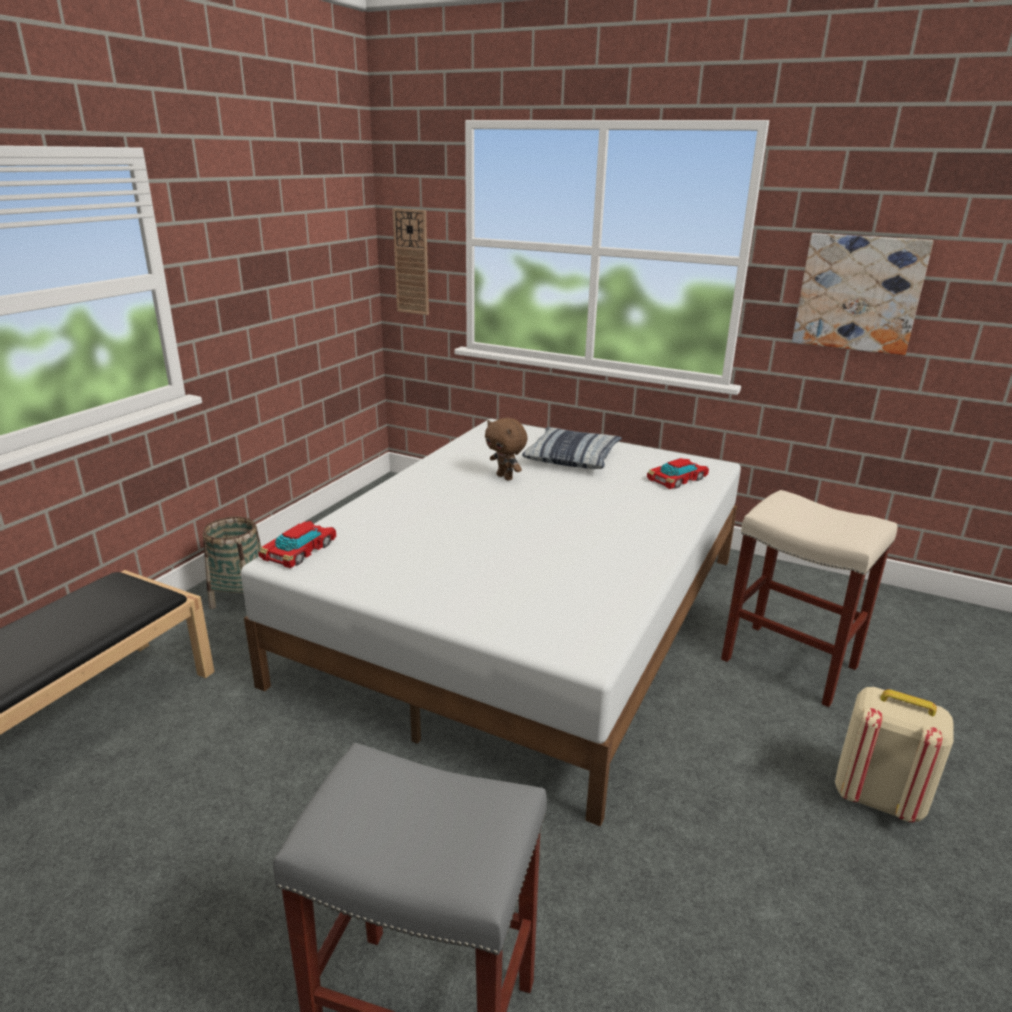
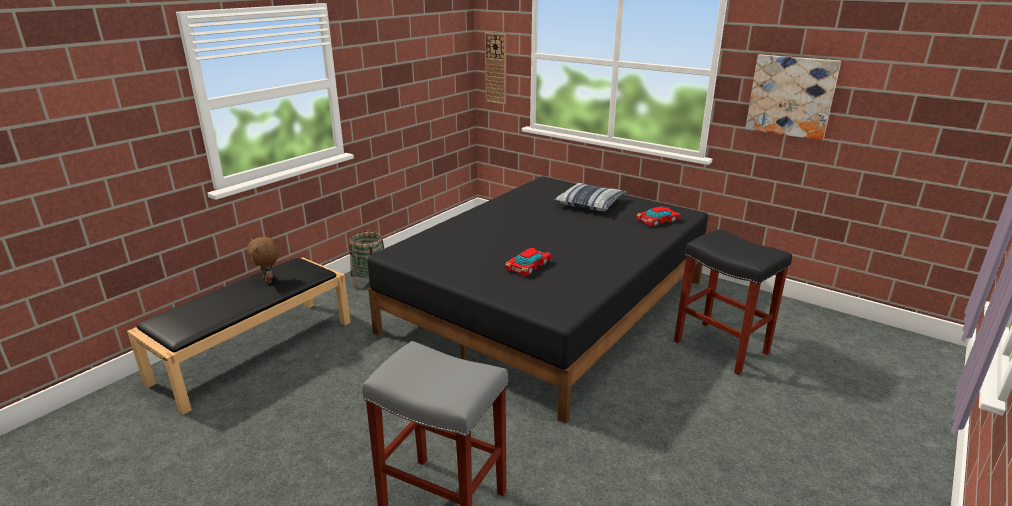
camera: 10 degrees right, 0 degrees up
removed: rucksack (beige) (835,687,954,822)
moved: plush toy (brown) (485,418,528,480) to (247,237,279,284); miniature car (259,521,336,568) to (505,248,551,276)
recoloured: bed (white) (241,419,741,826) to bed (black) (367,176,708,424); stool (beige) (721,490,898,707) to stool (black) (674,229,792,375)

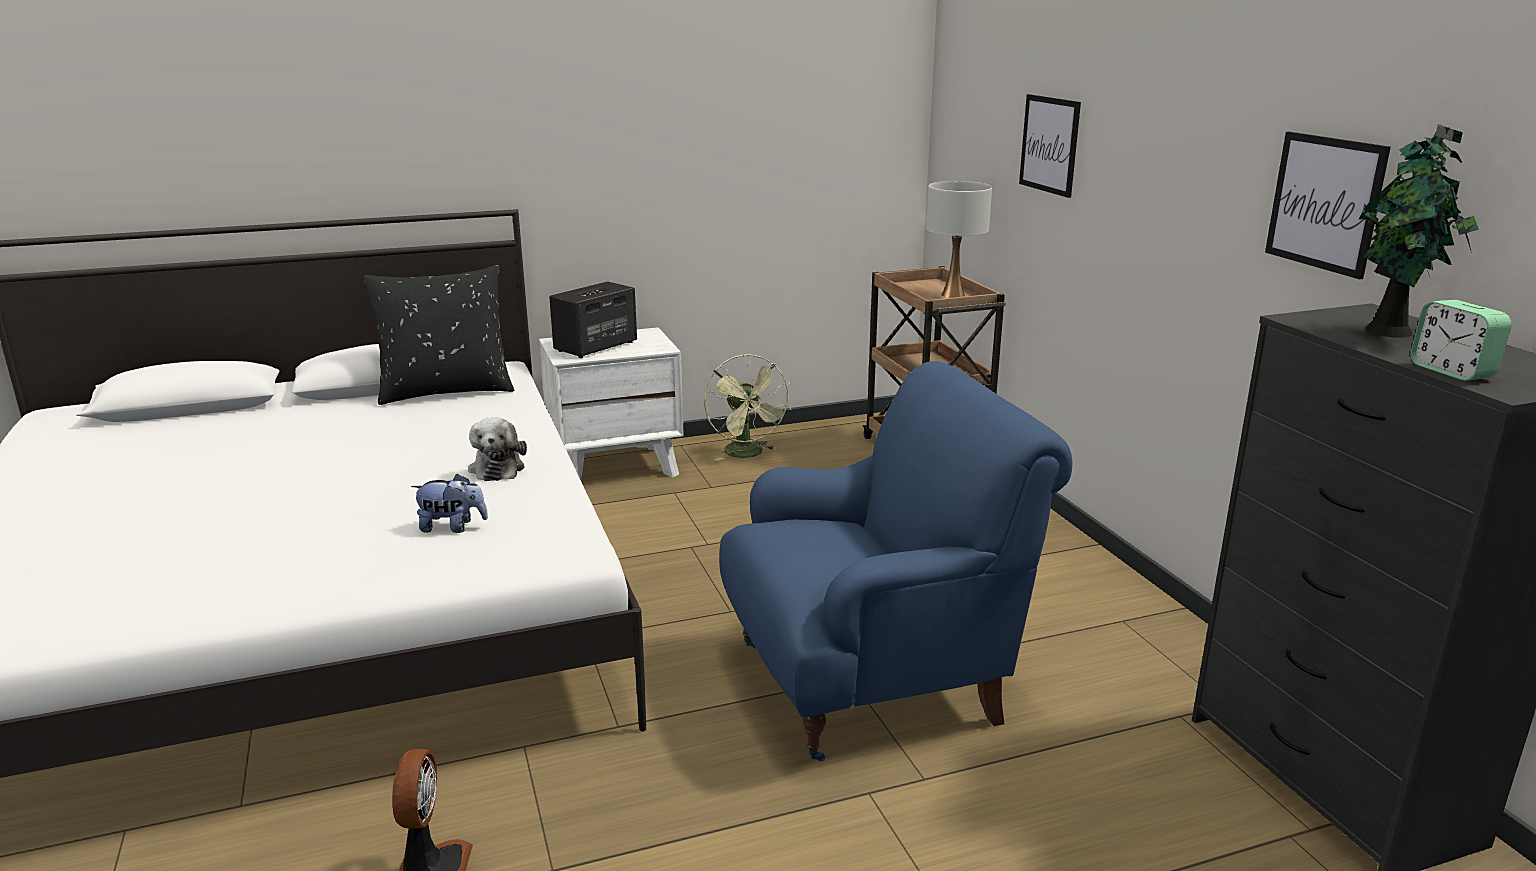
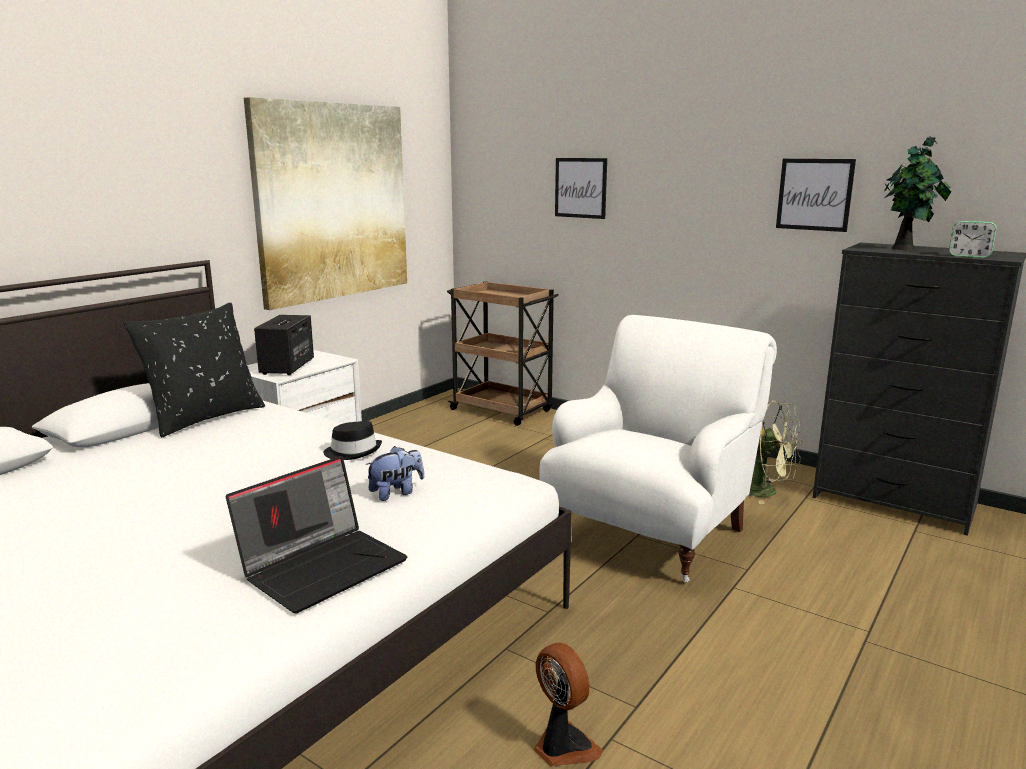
camera: 35 degrees left, 5 degrees down
removed: tabletop lamp (white) (926,181,992,298)
added: picture (244,97,407,310); portable computer (226,456,408,613)
moved: cooling fan (green-coloured) (704,354,791,461) to (749,401,802,504)
replaced: plush toy (468,417,527,481) to wearable hat (black) (323,421,382,460)
recoloured: easy chair (blue) (719,361,1072,761) to easy chair (white) (539,315,777,582)

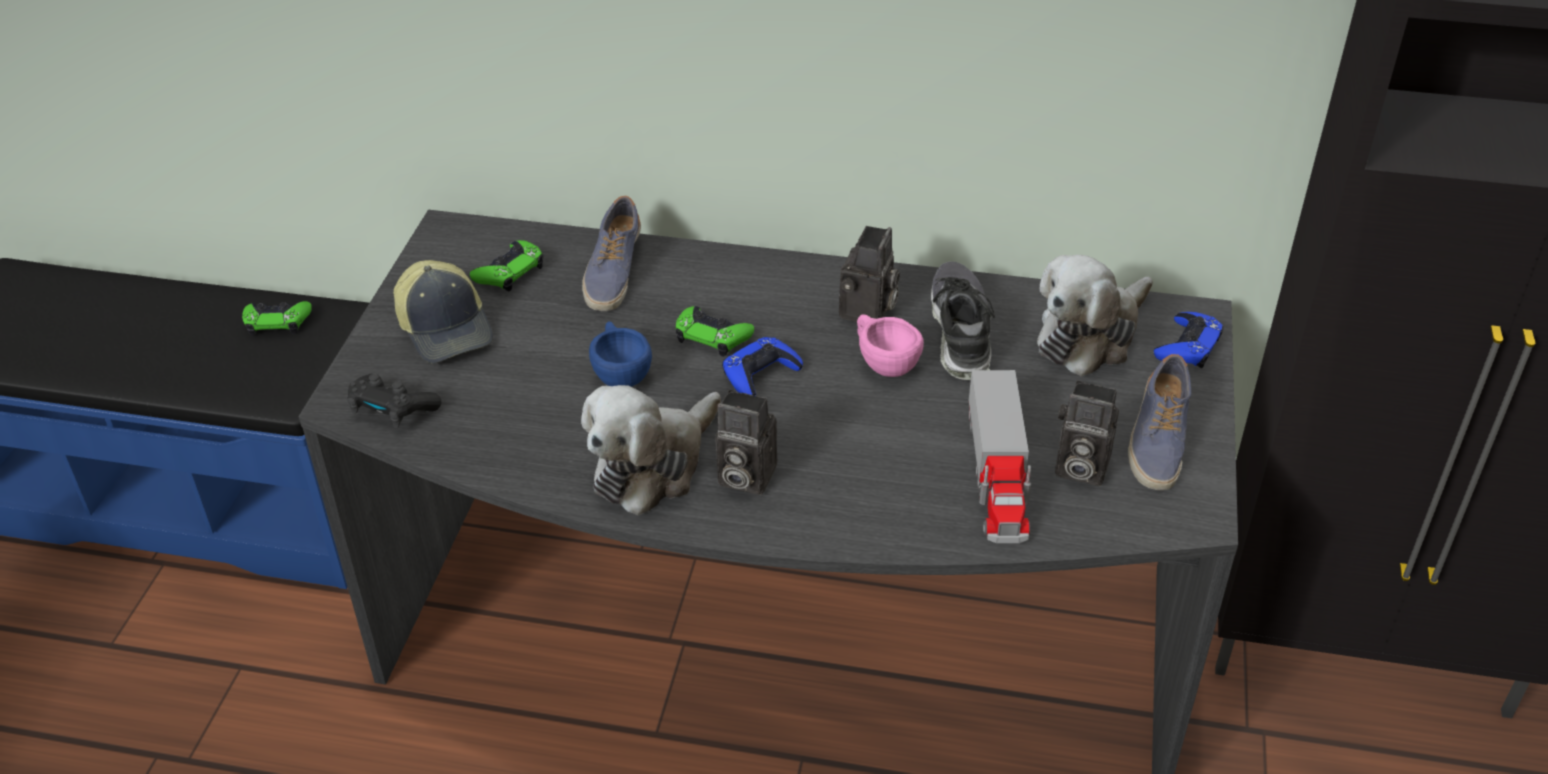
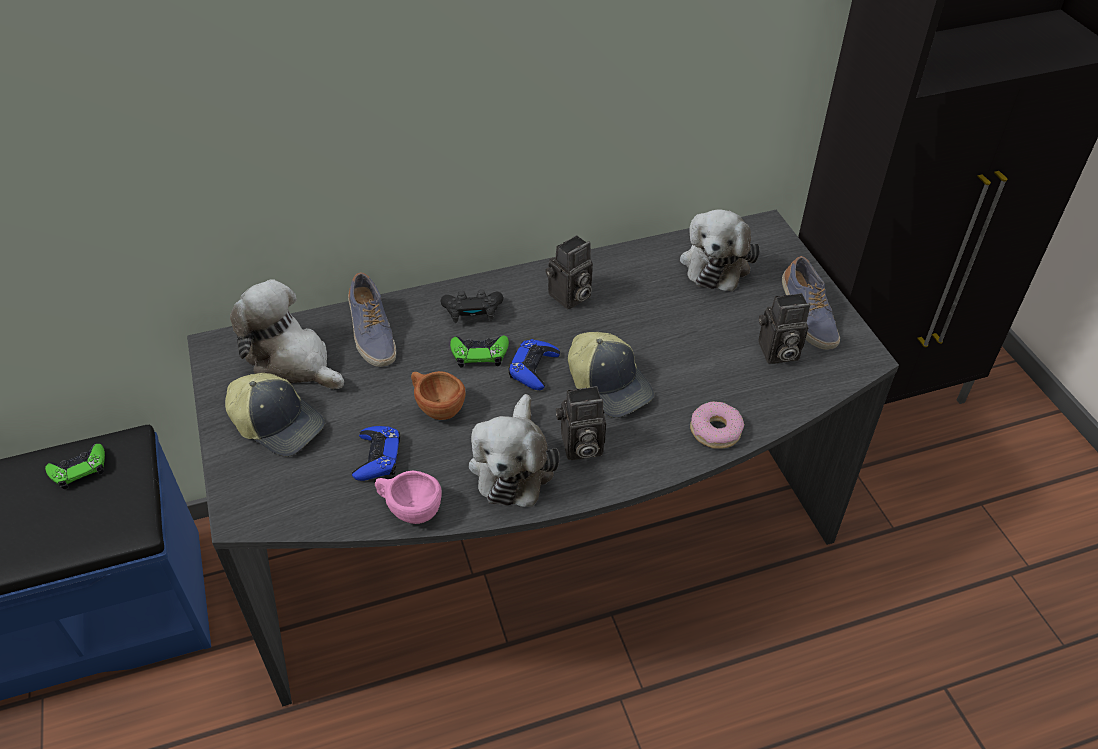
camera: 30 degrees left, 5 degrees up
removed: item of footwear (931,261,995,380); toy lorry (969,370,1031,543)
added: baseball cap (568,332,654,418); donut (690,401,744,449)
moved: joypad (blue) (1154,312,1224,368) to (352,426,400,481); cup (pink-coloured) (857,314,924,377) to (375,470,442,524); joypad (black) (347,373,441,428) to (441,289,503,323)
replaced: joypad (green-coloured) (470,240,543,291) to plush toy (230,279,344,389)
recoloured: cup (blue) (589,321,652,387) to cup (brown) (411,371,466,420)
turned: photo camera (839,226,900,322) = (545,235,593,309) 60 degrees clockwise

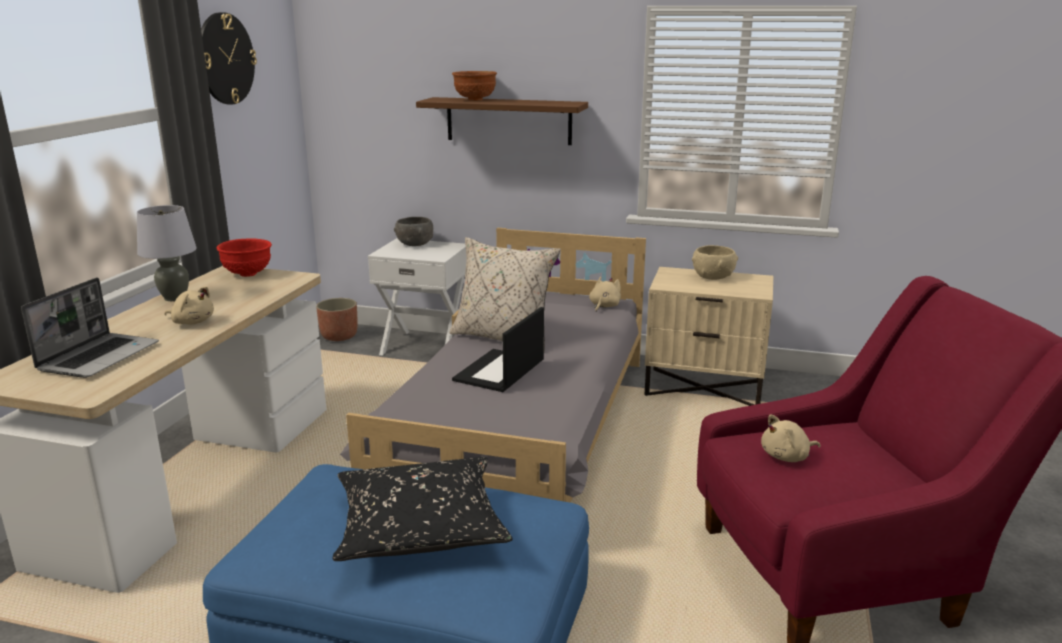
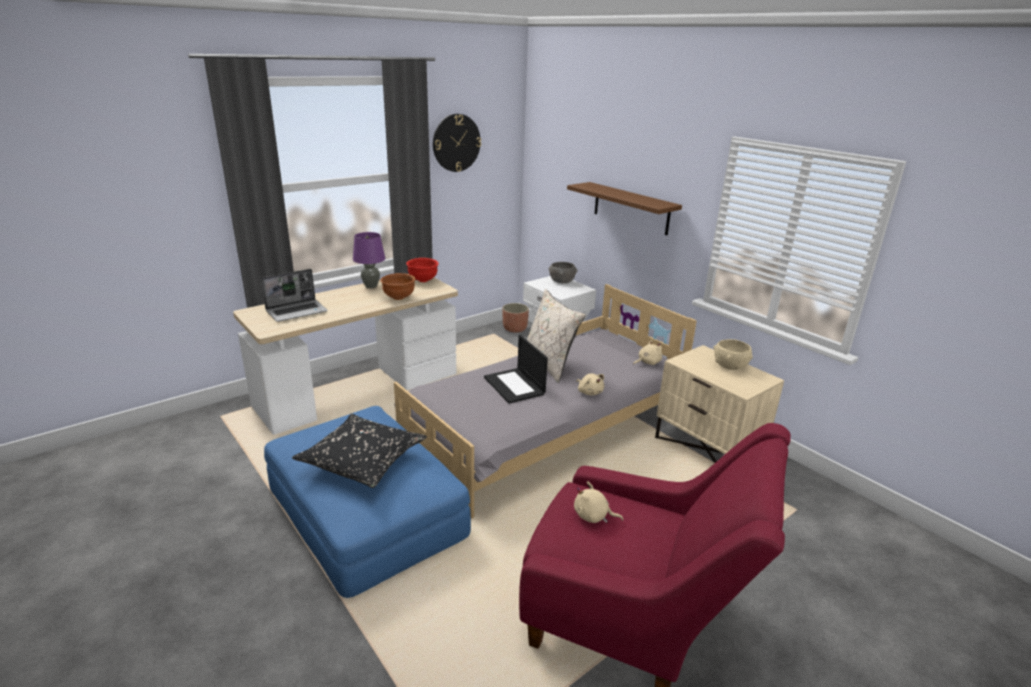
camera: 35 degrees right, 5 degrees up
moved: serving bowl (brown) (452,71,497,101) to (380,273,415,300); plush toy (beige) (165,286,214,324) to (576,373,605,395)
recoloured: tabletop lamp (greyish) (137,205,197,301) to tabletop lamp (purple) (353,232,385,288)
turned: portable computer (452,307,544,392) = (484,335,548,404) 90 degrees counterclockwise

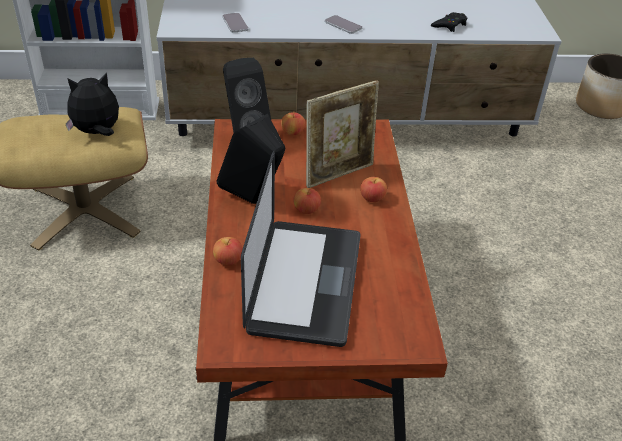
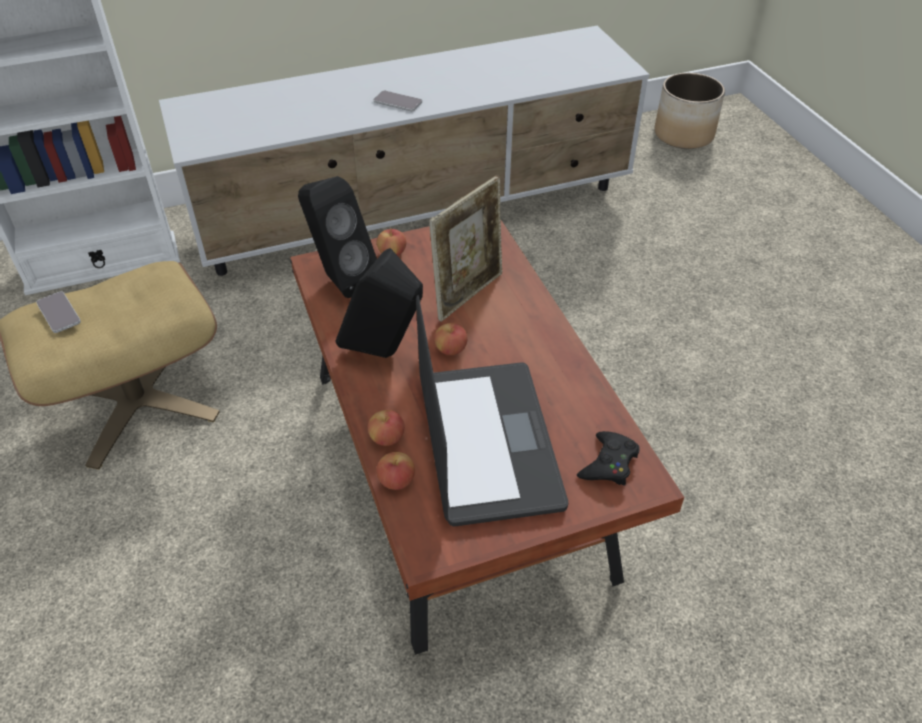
camera: 15 degrees left, 5 degrees up
removed: plush toy (65,72,119,136)
moved: joypad (black) (431,12,467,32) to (577,431,640,486); phone (223,13,249,33) to (36,292,81,333); apple (360,177,387,202) to (376,452,415,490)

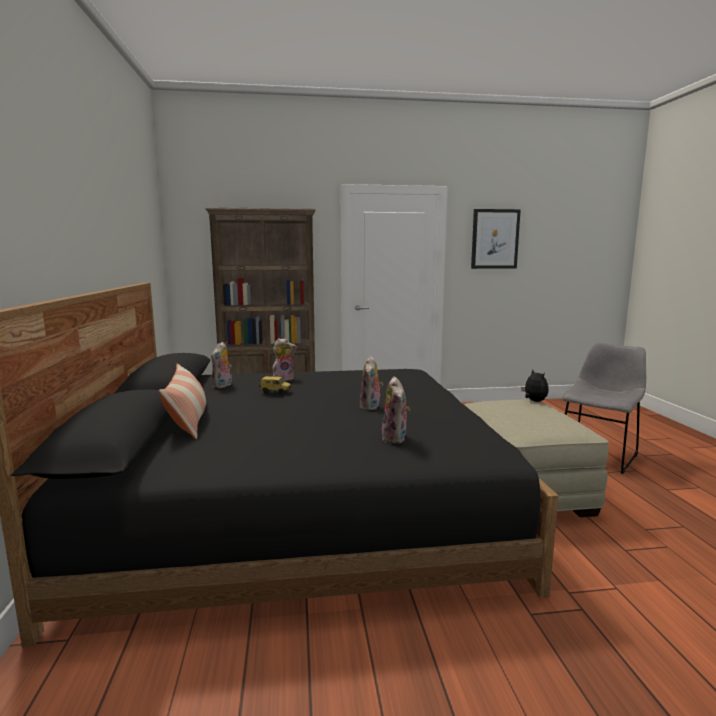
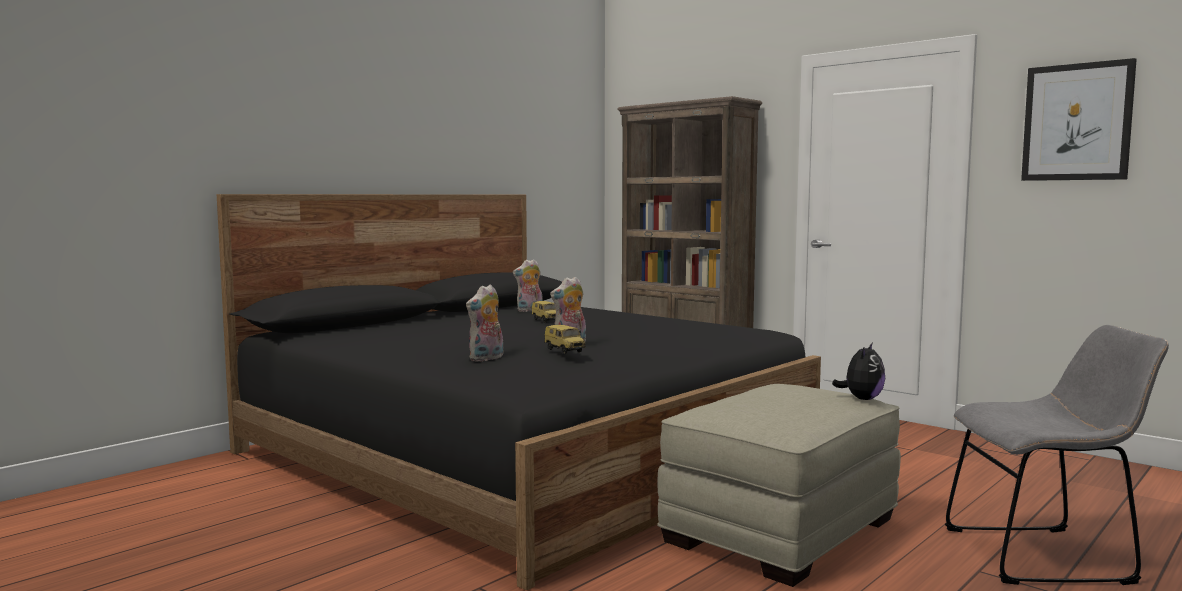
camera: 50 degrees right, 5 degrees down
removed: plush toy (273,338,297,381); throw pillow (159,363,207,439)
added: miniature car (544,325,586,354)

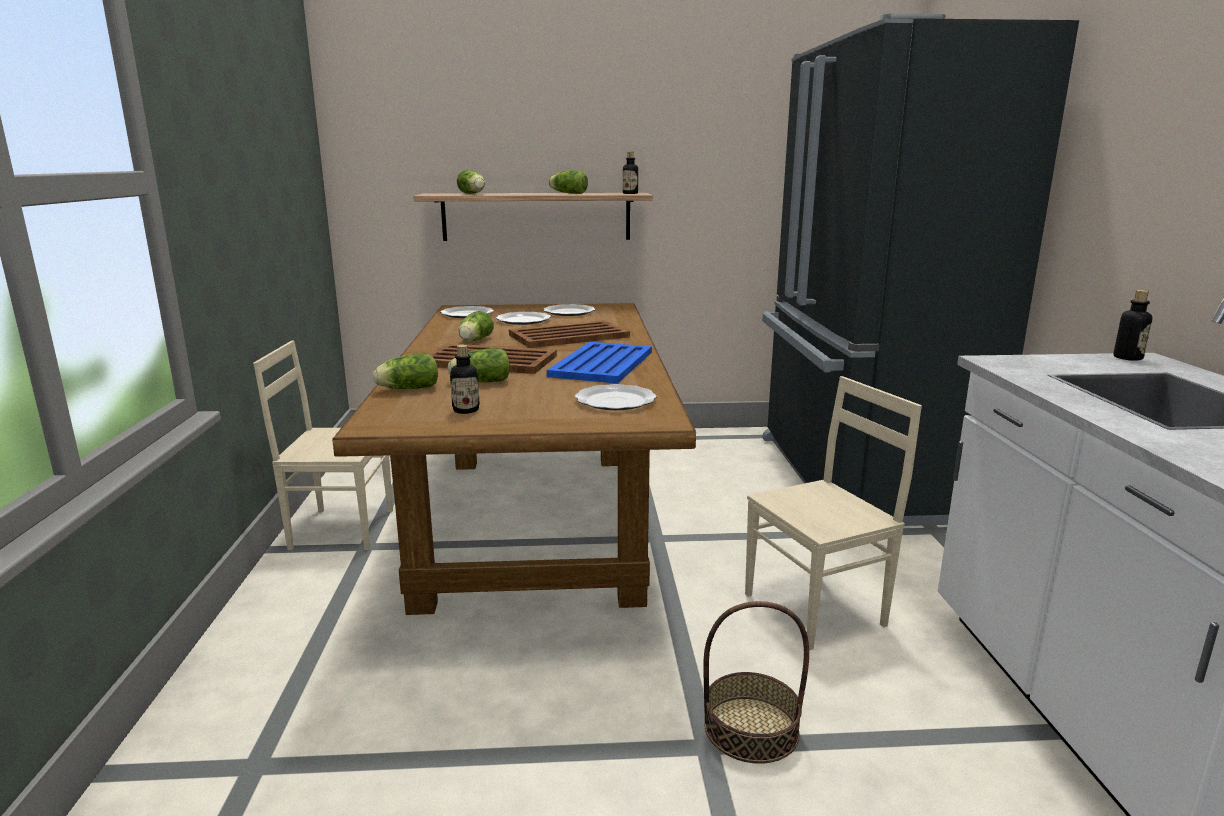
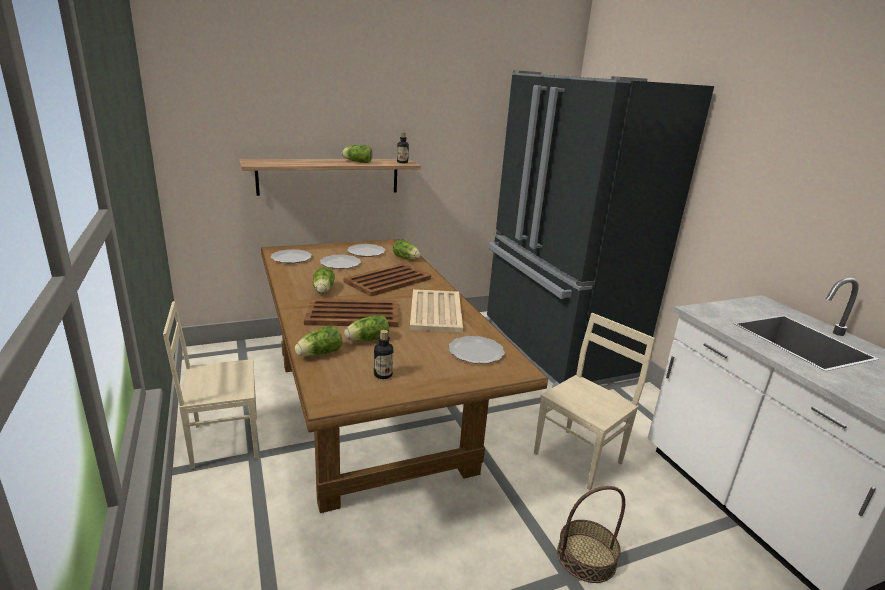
camera: 20 degrees left, 5 degrees up
removed: drink bottle (1113,290,1152,361)
moved: head of lettuce (457,170,485,194) to (393,240,420,260)
recoloured: tray (blue) (547,342,652,383) to tray (beige) (410,289,463,333)

